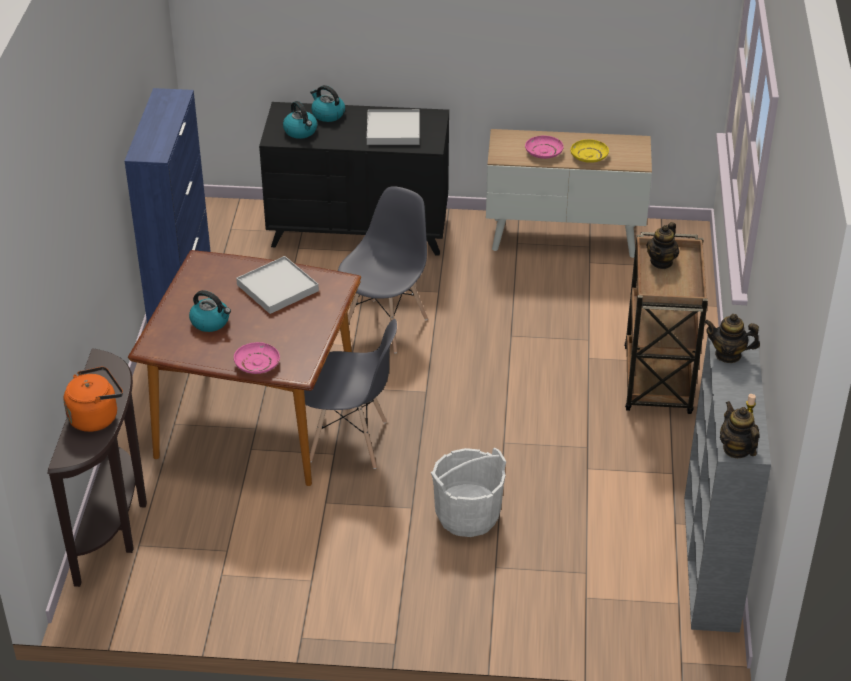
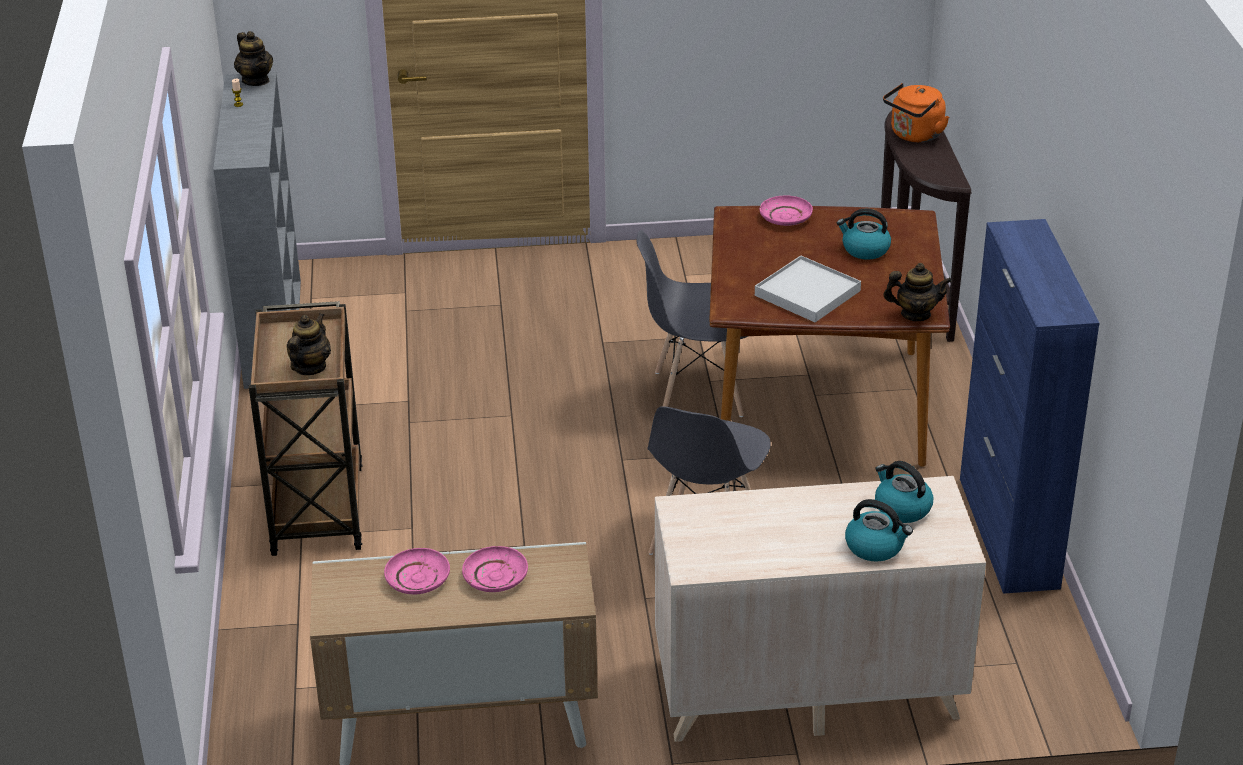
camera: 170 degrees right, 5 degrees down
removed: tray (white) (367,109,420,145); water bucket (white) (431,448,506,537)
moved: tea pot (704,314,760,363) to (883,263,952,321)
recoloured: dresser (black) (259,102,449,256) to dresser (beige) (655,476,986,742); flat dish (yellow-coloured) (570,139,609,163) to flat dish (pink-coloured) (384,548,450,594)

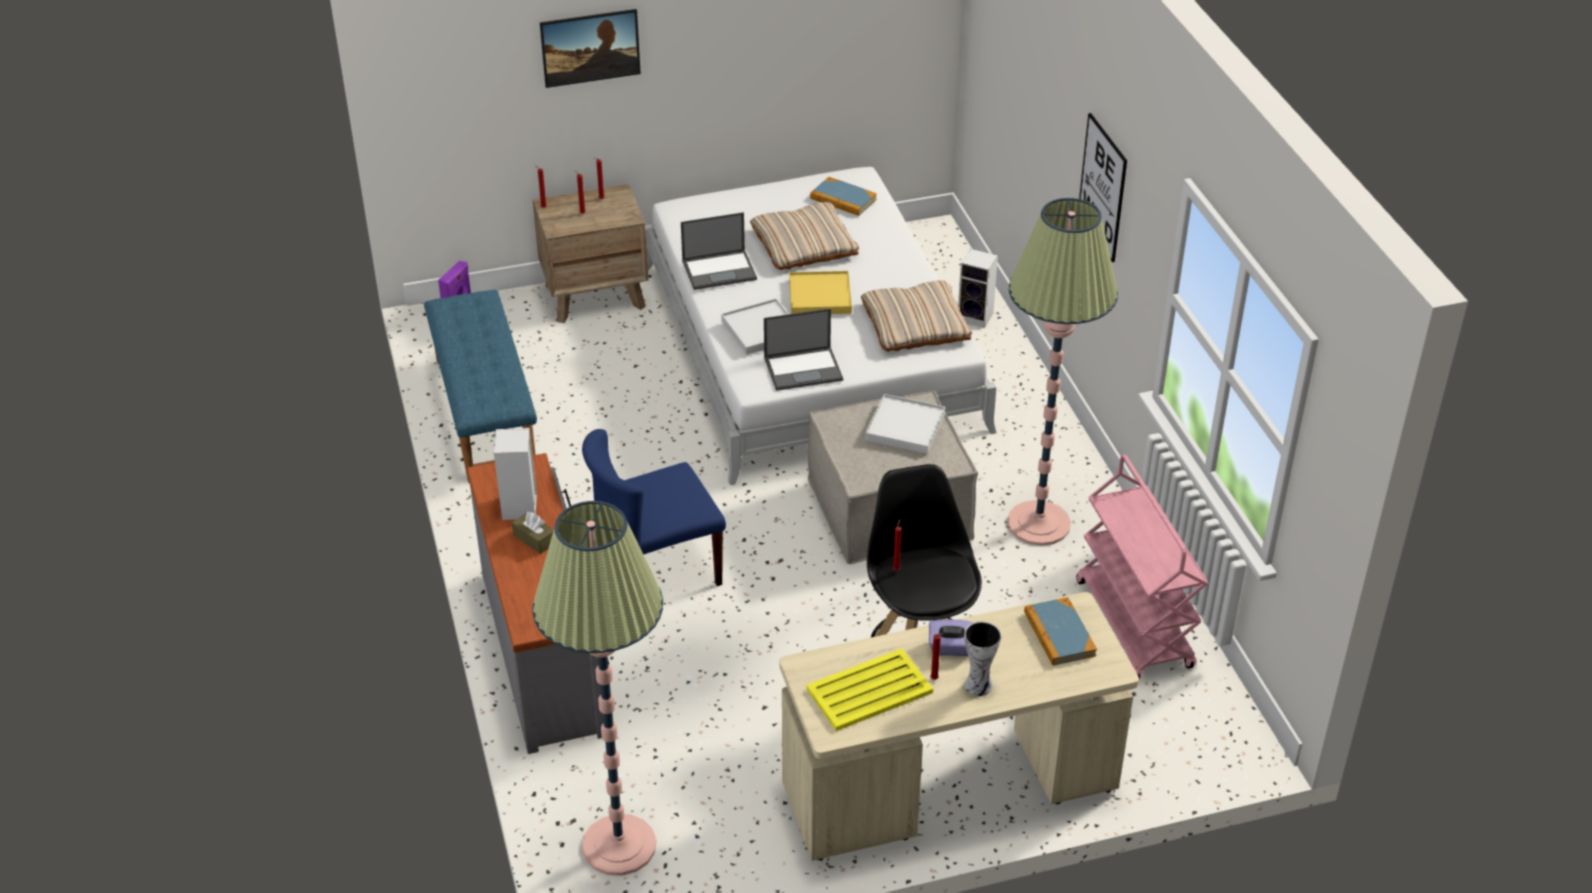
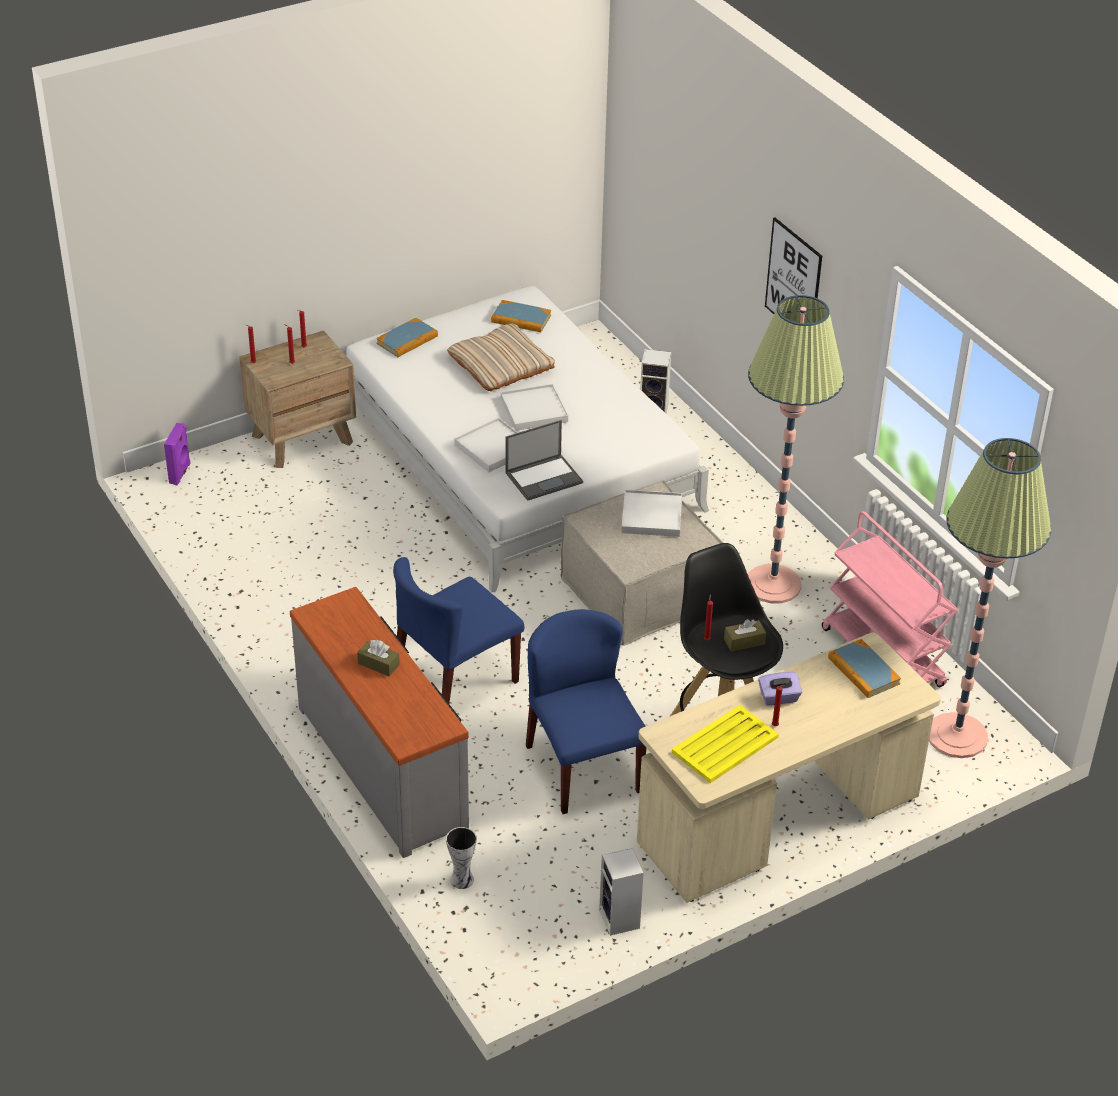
camera: 15 degrees left, 0 degrees up
removed: picture (540,9,641,88); portable computer (681,212,757,290); throw pillow (beige) (861,280,972,352); bench (blue) (424,290,537,484)
added: book (376,318,438,357); upright chair (blue) (526,609,646,814); tissue box (brown) (724,619,766,652)
moved: speaker (494,428,537,520) to (599,847,643,936); standing lamp (532,501,663,876) to (929,438,1051,758); flower vase (964,622,1001,696) to (446,827,477,889)
recoloured: tray (yellow-coloured) (789,271,852,314) to tray (white) (501,384,568,431)

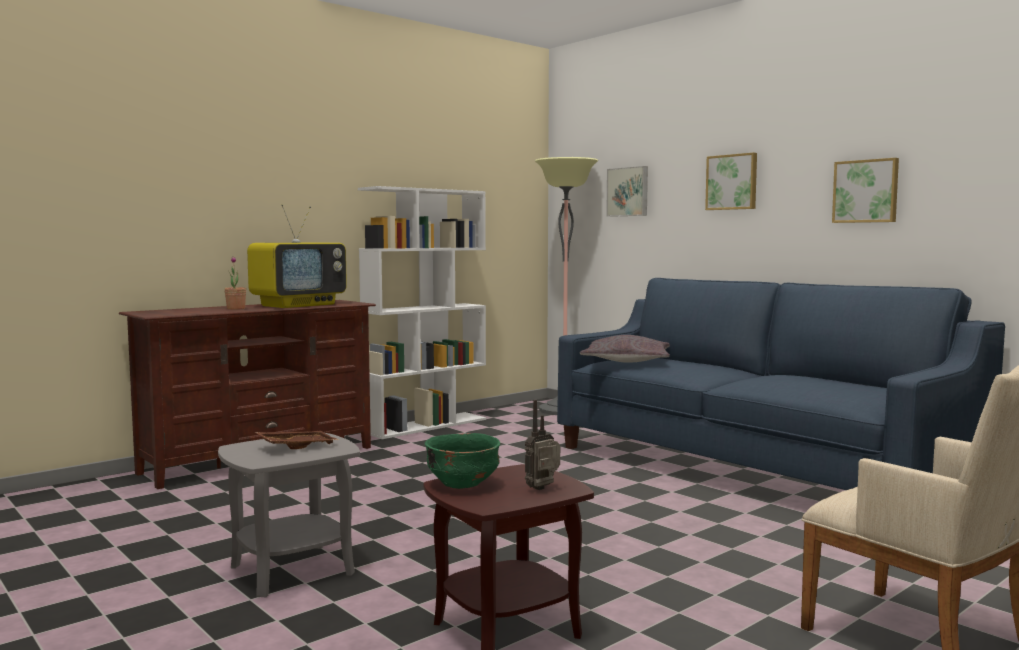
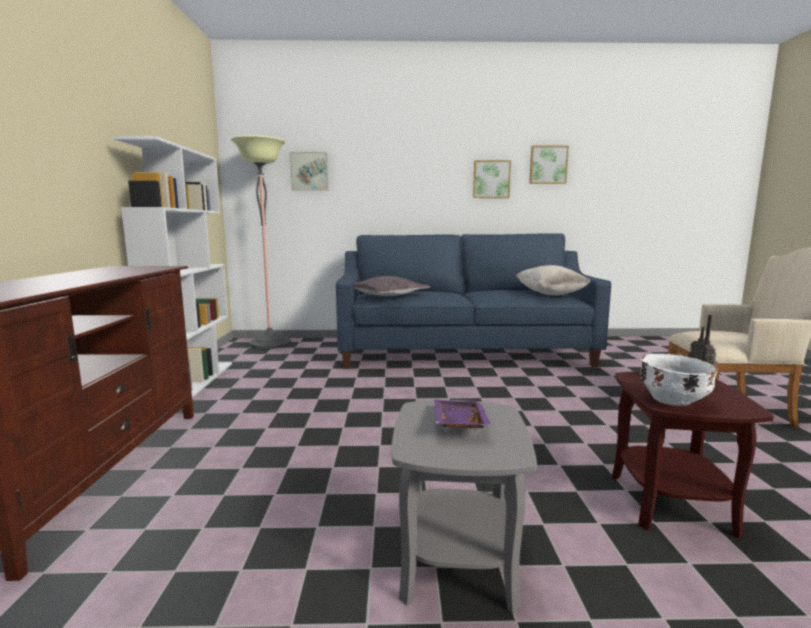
camera: 50 degrees left, 5 degrees up
removed: TV (247,204,347,308); plant in a pot (224,256,246,310)
added: throw pillow (beige) (516,265,591,296)
moved: picture (705,152,757,210) to (529,145,569,184)
recoloured: tray (brown) (255,431,338,449) to tray (purple) (434,399,491,428); serving bowl (green-coloured) (425,433,500,489) to serving bowl (white) (640,354,718,406)

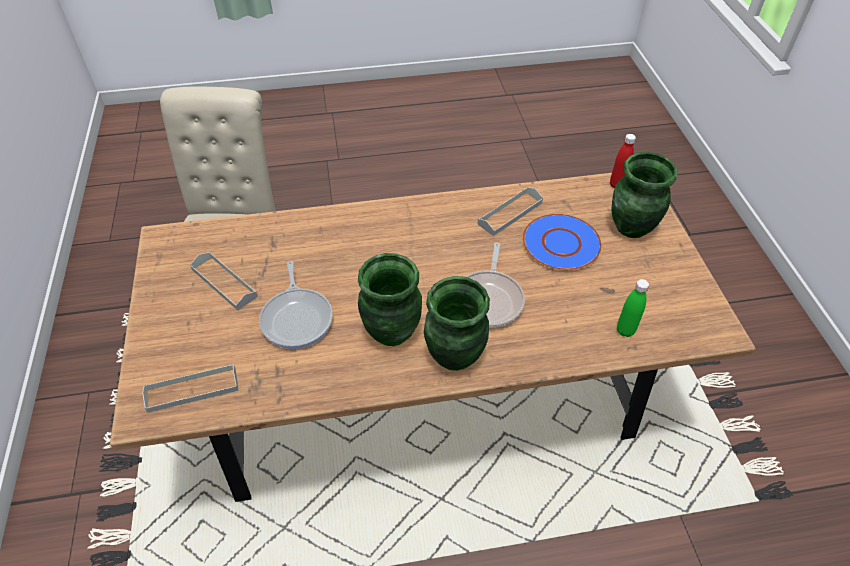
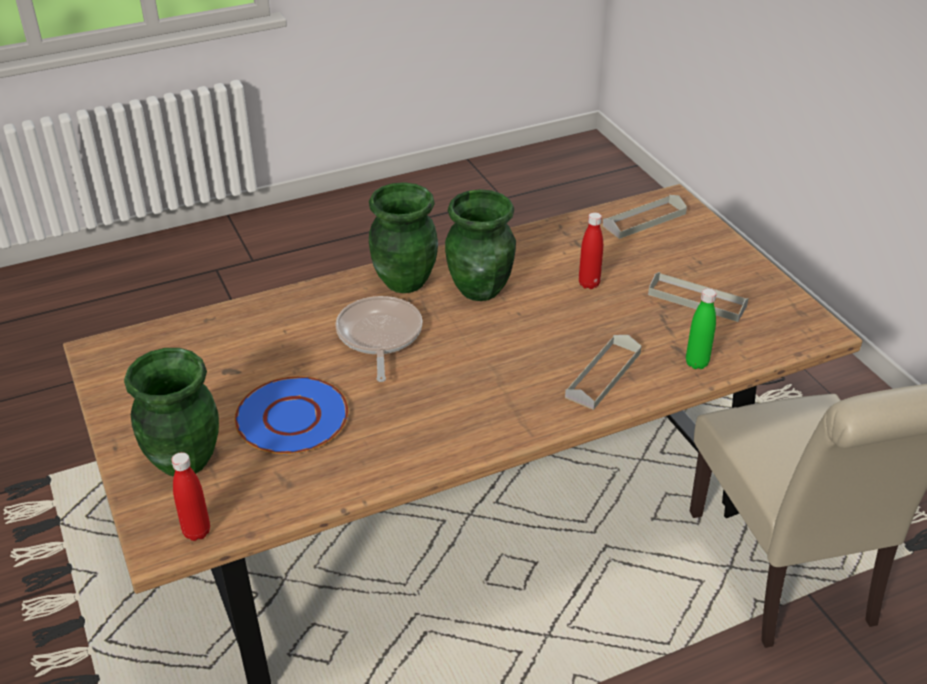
camera: 165 degrees right, 10 degrees down
moved: tray (greyish) (478,187,543,236) to (565,335,641,410); drink bottle (green-coloured) (617,279,649,337) to (686,288,717,369)
replaced: pan (259,261,333,349) to drink bottle (reddish) (579,212,603,289)

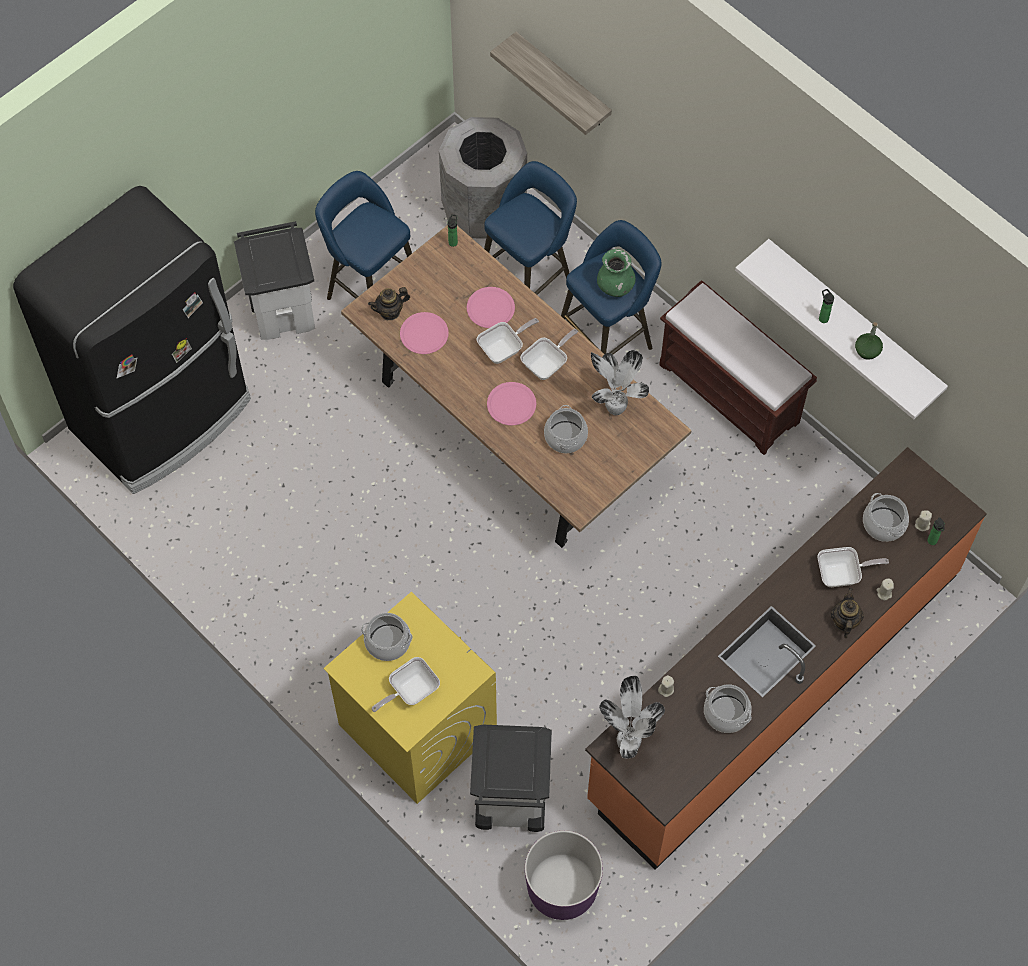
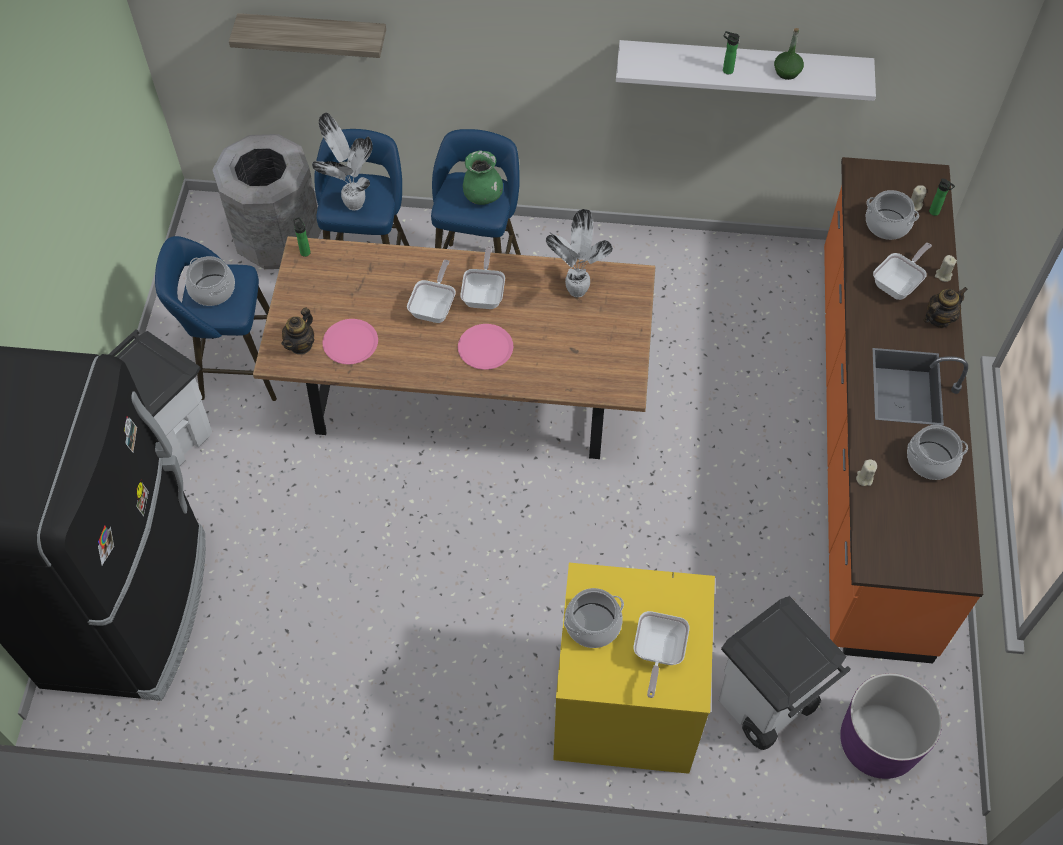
camera: 40 degrees left, 5 degrees down
removed: bench (brown) (659,280,817,455); flat dish (pink-coloured) (467,287,515,328)
moved: saucepot (544,405,588,453) to (185,256,235,306); plant in a pot (599,676,665,759) to (312,113,373,211)
turned: tea pot (831,588,864,638) = (923,287,968,327) 90 degrees clockwise

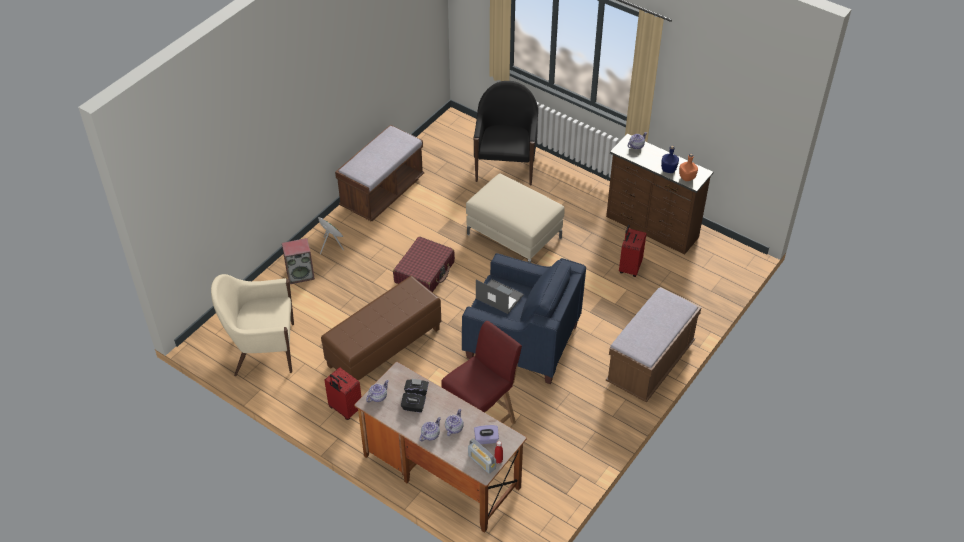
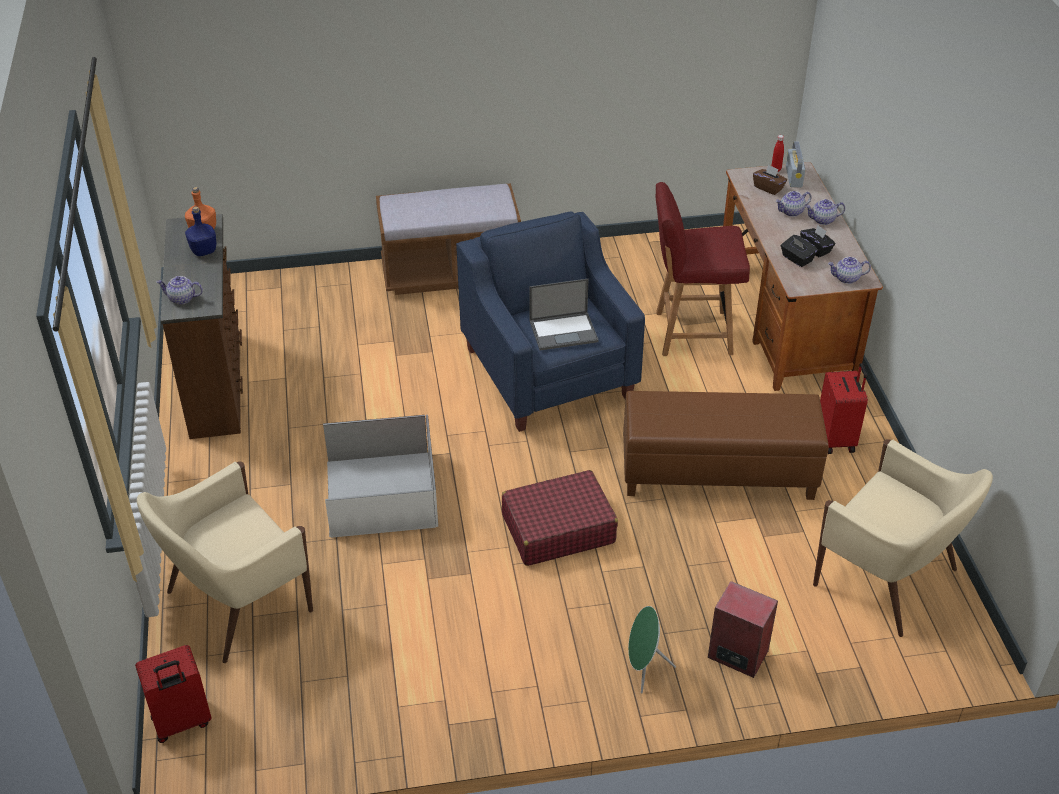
camera: 135 degrees left, 5 degrees down
removed: bench (brown) (335,125,424,221)
moved: travel case (reddish) (619,225,646,277) to (135,645,211,743)
replaced: footrest (beige) (466,173,565,263) to storage container (white) (323,415,438,538)
recoloured: easy chair (black) (474,81,538,186) to easy chair (beige) (137,462,313,663); tissue box (purple) (474,425,499,444) to tissue box (brown) (753,165,787,195)
turned: portable computer (476,279,524,314) = (530,279,599,351) 90 degrees counterclockwise

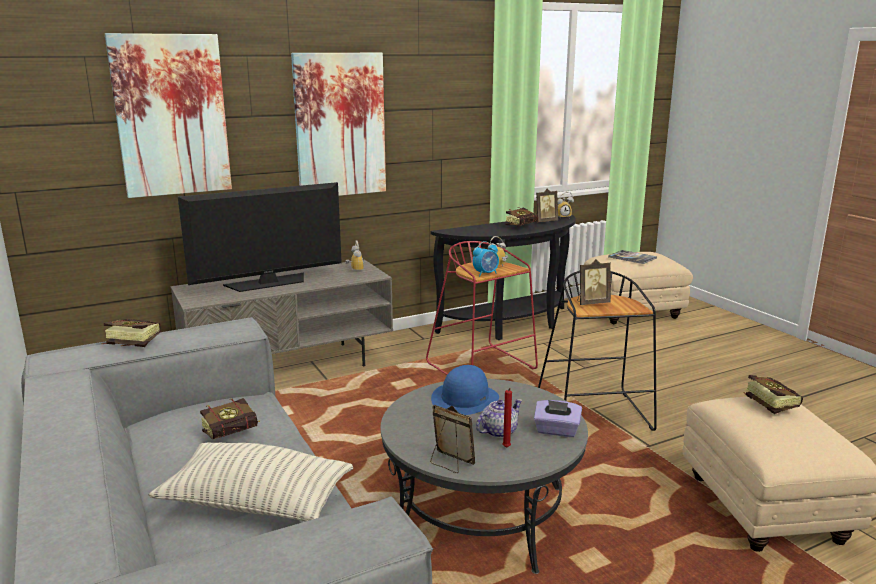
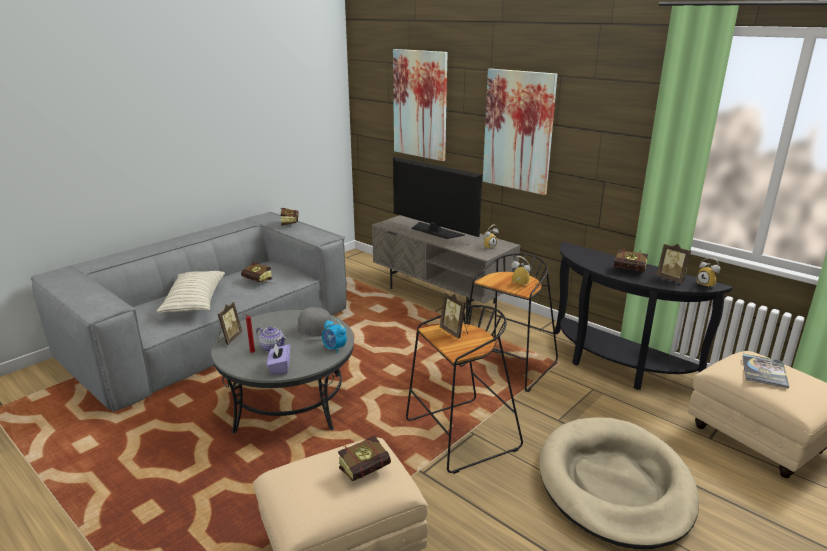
camera: 70 degrees right, 5 degrees up
added: pet bed (beige) (539,417,699,549)
moved: bedside clock (473,241,499,276) to (322,319,347,353)
recoloured: stool (reddish) (426,241,538,375) to stool (black) (460,253,558,392); wearable hat (blue) (431,365,499,415) to wearable hat (greyish) (291,307,339,340)

